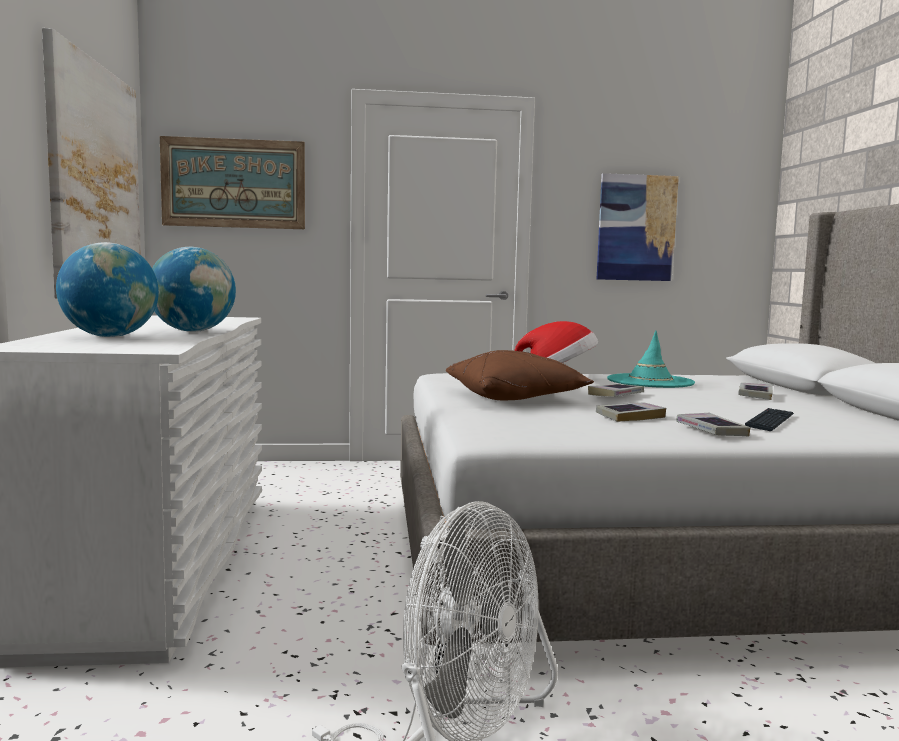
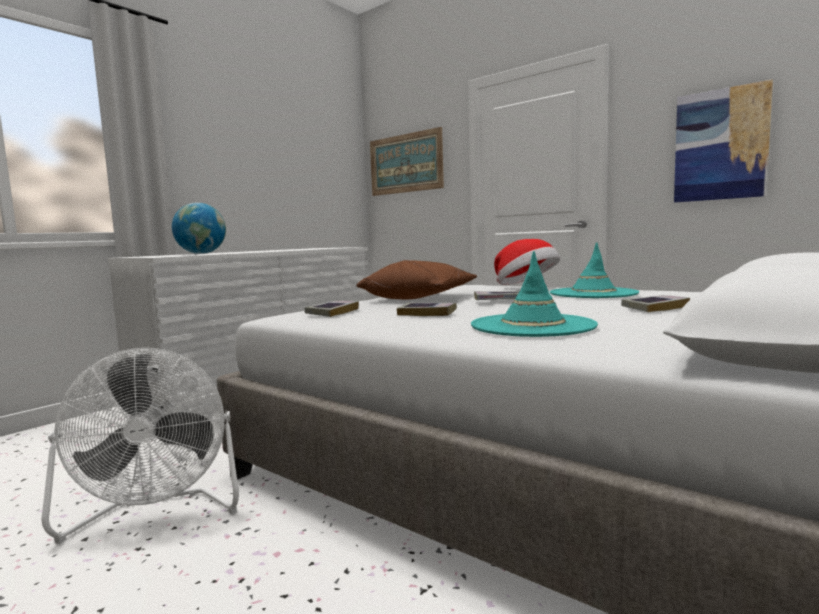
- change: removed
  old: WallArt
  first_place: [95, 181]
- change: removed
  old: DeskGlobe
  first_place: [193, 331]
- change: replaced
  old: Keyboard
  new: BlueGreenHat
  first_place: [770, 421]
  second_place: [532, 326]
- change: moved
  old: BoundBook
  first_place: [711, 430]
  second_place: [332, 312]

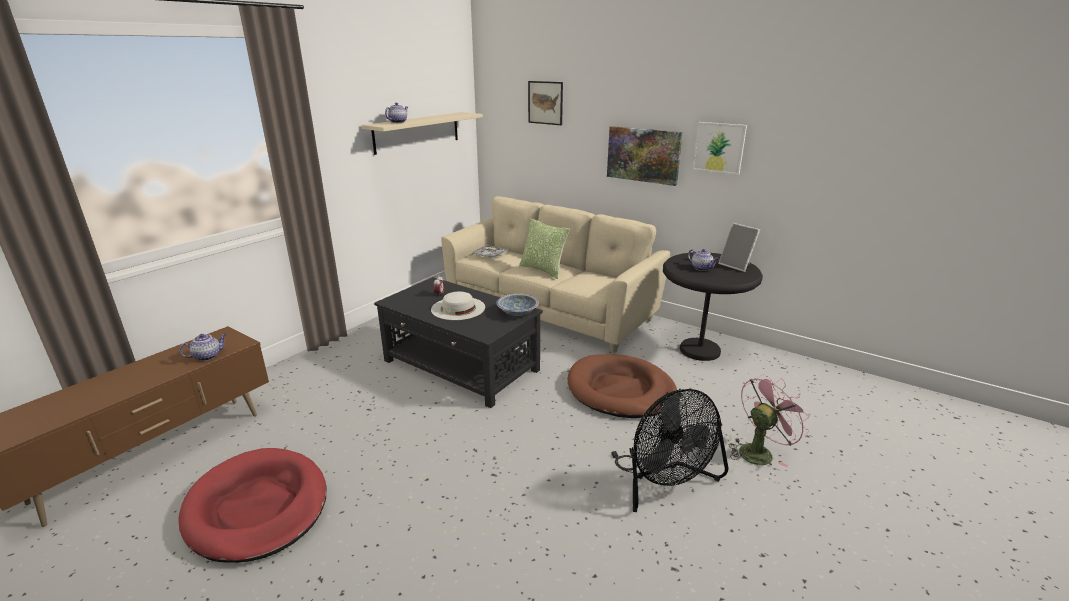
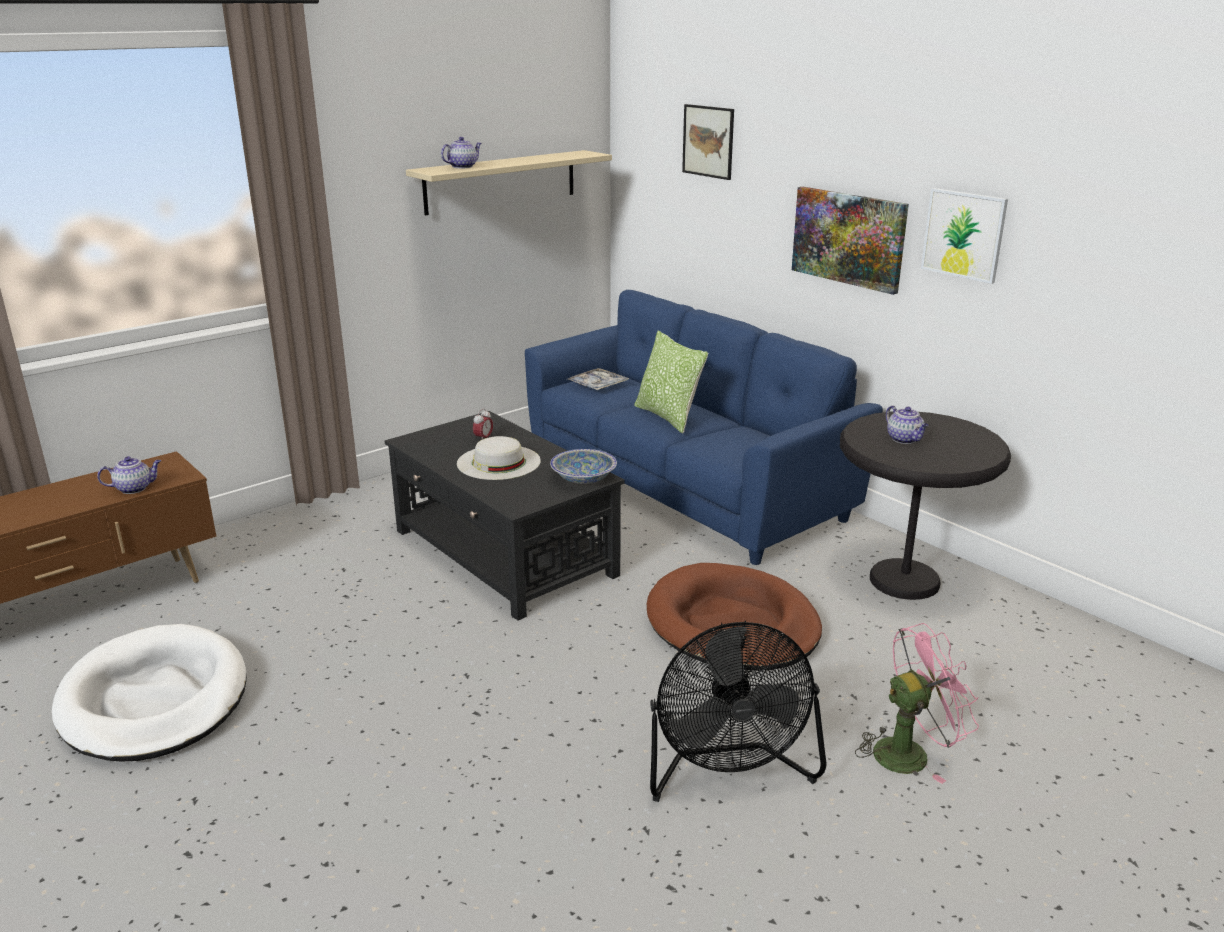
- change: recoloured
  old: BeigeSofa
  new: BluishSofa
  first_place: [550, 310]
  second_place: [685, 485]
- change: removed
  old: PictureFrame
  first_place: [737, 265]
- change: recoloured
  old: RedColouredDogCushion
  new: WhiteDogCushion
  first_place: [257, 507]
  second_place: [154, 700]

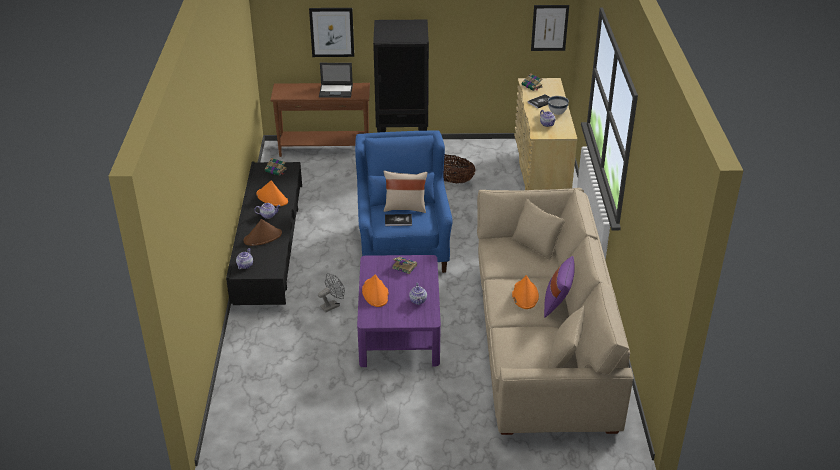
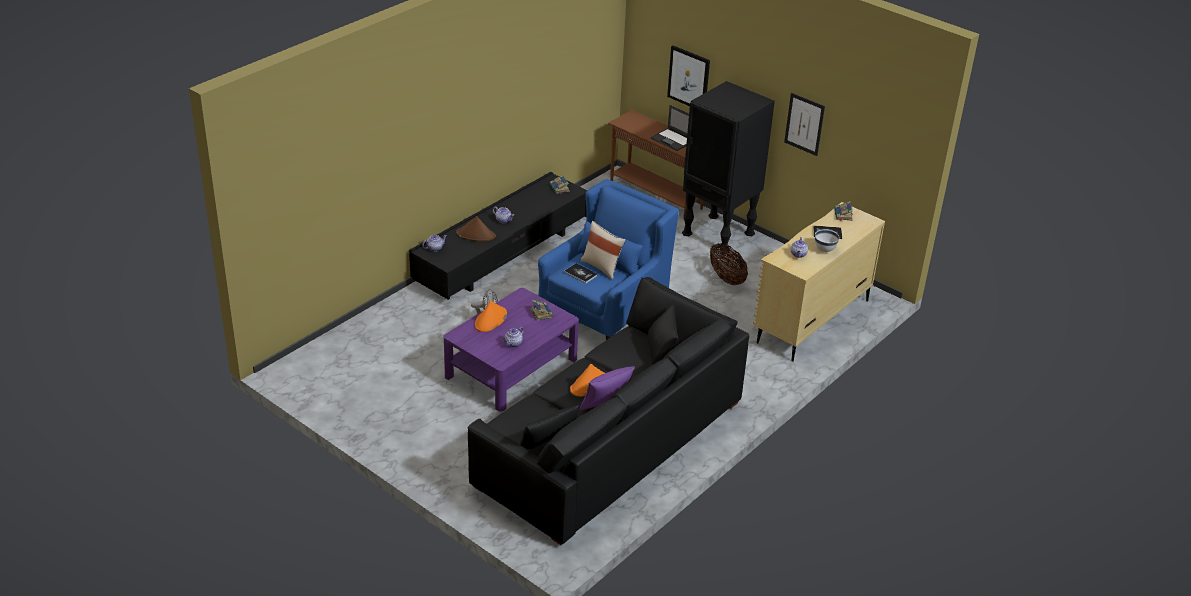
- change: moved
  old: WallArt
  first_place: [549, 27]
  second_place: [804, 124]
- change: removed
  old: OrangeColouredHat
  first_place: [272, 198]
- change: recoloured
  old: BeigeSofa
  new: BlackColouredSofa
  first_place: [541, 339]
  second_place: [609, 443]

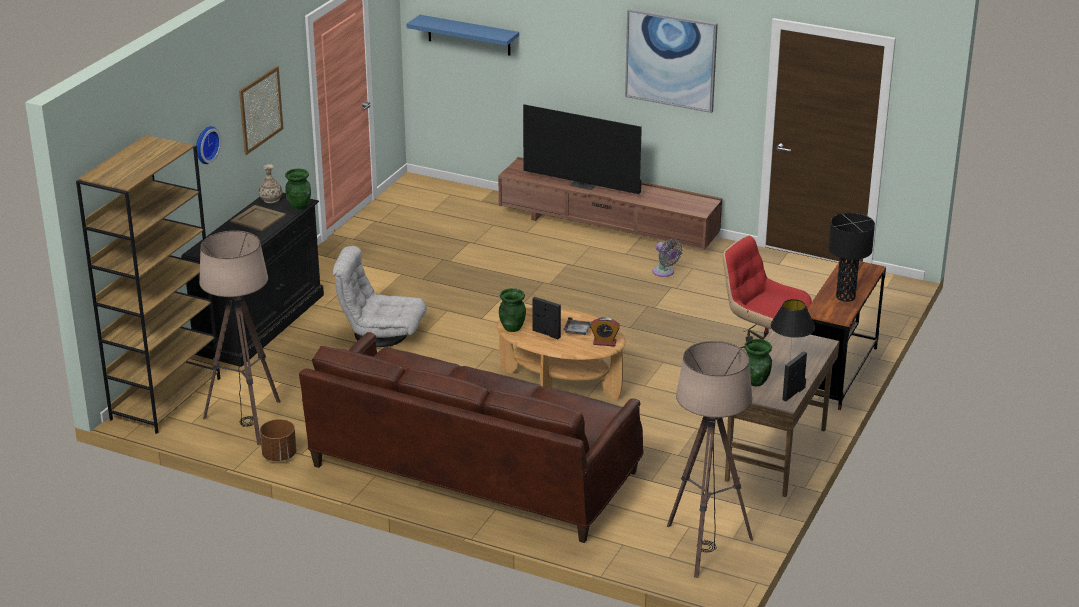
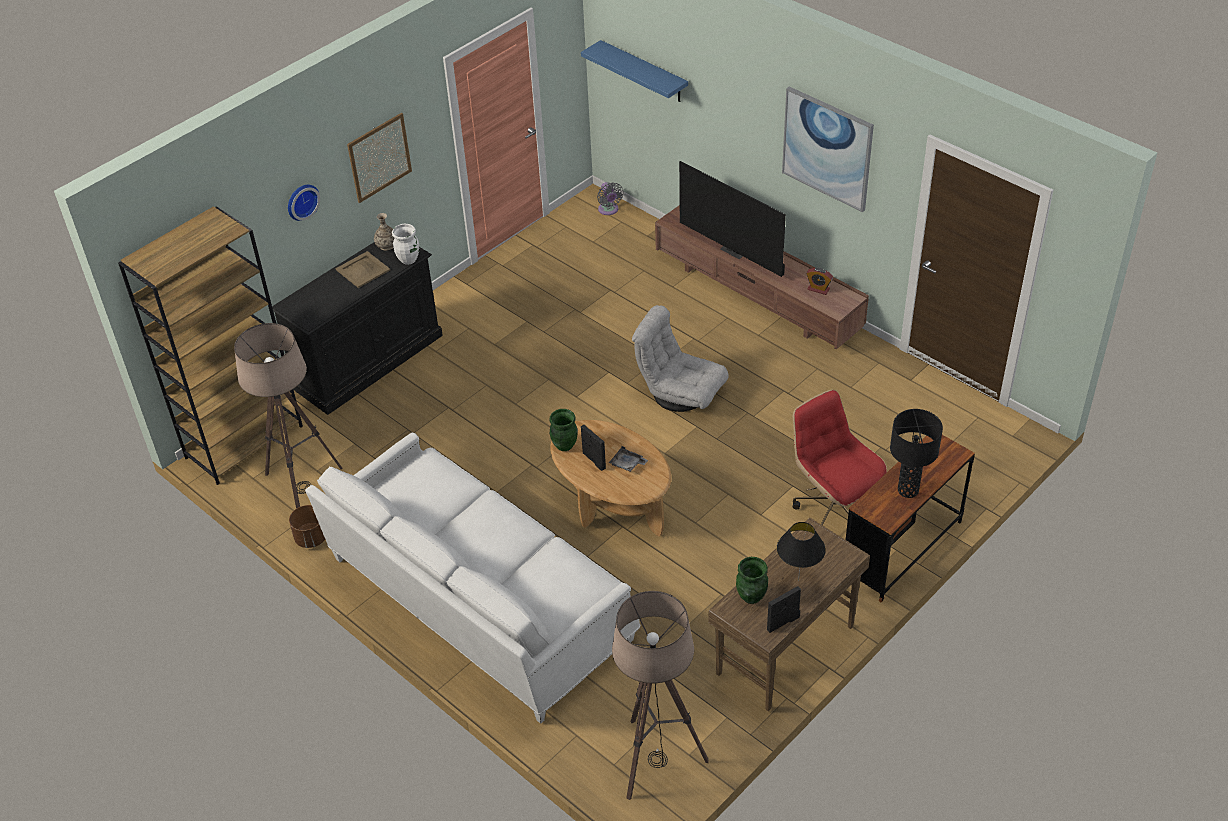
- change: recoloured
  old: GreenColouredFlowerVase
  new: WhiteFlowerVase
  first_place: [299, 206]
  second_place: [408, 259]
- change: moved
  old: GreyElectricFan
  first_place: [664, 272]
  second_place: [609, 210]
- change: moved
  old: GreyEasyChair
  first_place: [382, 334]
  second_place: [681, 393]
- change: moved
  old: BedsideClock
  first_place: [604, 342]
  second_place: [818, 289]
- change: recoloured
  old: BrownColouredSofa
  new: WhiteSofa
  first_place: [472, 471]
  second_place: [477, 601]

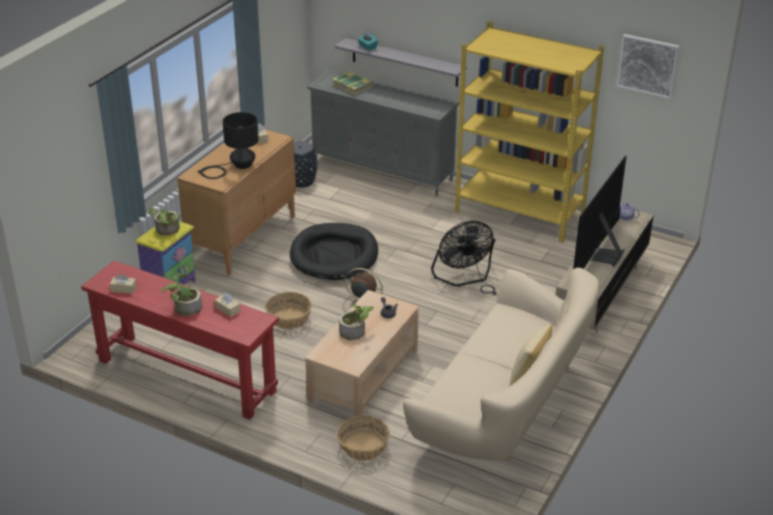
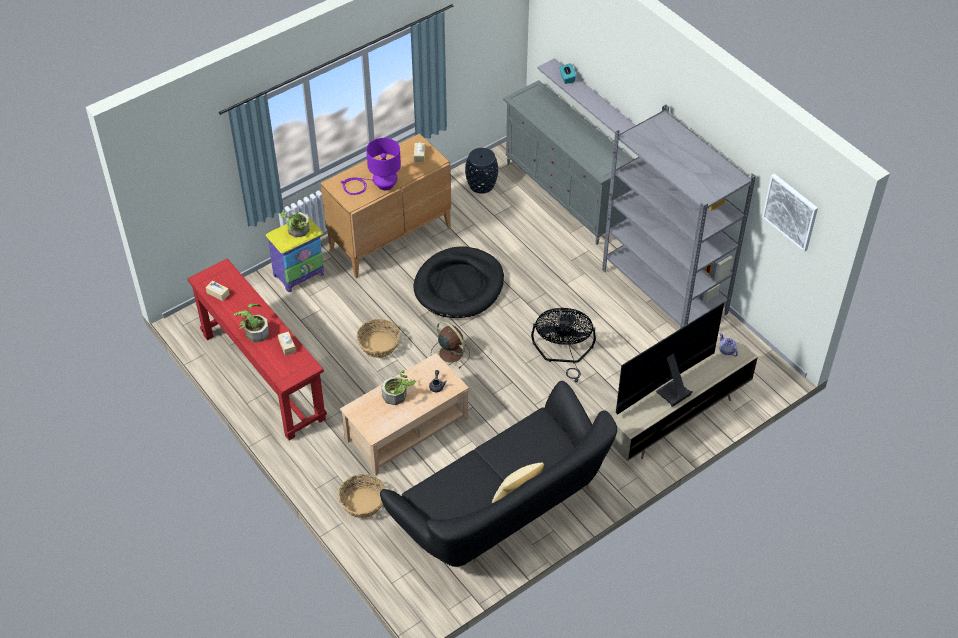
- change: recoloured
  old: YellowishShelvingUnit
  new: GreyShelvingUnit
  first_place: [520, 212]
  second_place: [664, 291]
- change: removed
  old: BoundBook
  first_place: [353, 86]
- change: recoloured
  old: BlackColouredLampForATable
  new: PurplishLampForATable
  first_place: [231, 167]
  second_place: [373, 185]
- change: recoloured
  old: BeigeSofa
  new: BlackColouredSofa
  first_place: [504, 409]
  second_place: [503, 510]

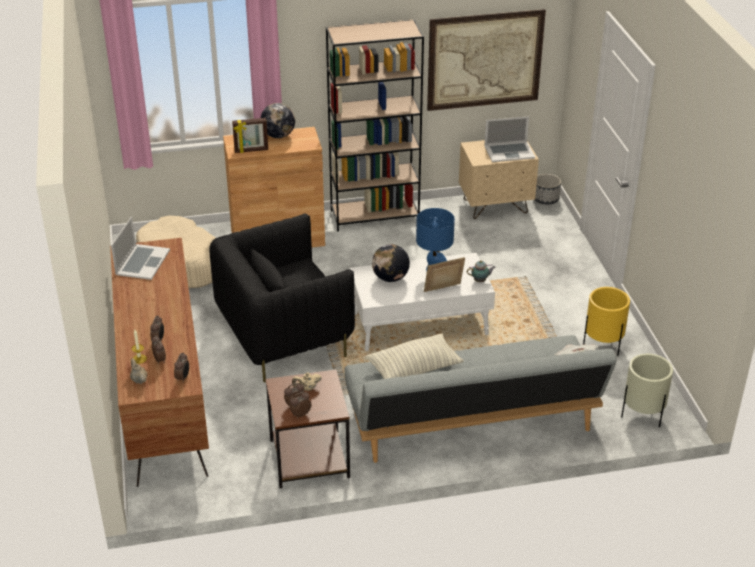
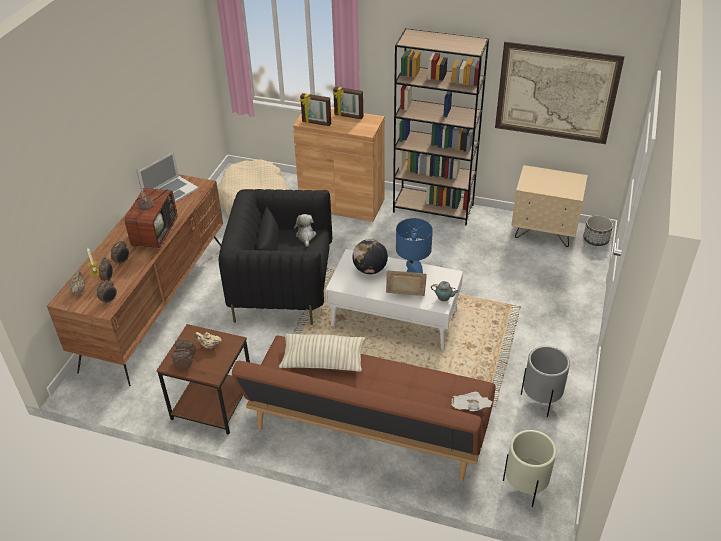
- change: replaced
  old: DeskGlobe
  new: PictureFrame
  first_place: [278, 136]
  second_place: [348, 116]
- change: removed
  old: PortableComputer
  first_place: [509, 152]
- change: recoloured
  old: YellowishPlantPot
  new: GreyPlantPot
  first_place: [603, 345]
  second_place: [541, 400]
- change: recoloured
  old: GreySofa
  new: BrownColouredSofa
  first_place: [473, 420]
  second_place: [368, 425]
- change: added
  new: TvSet
  second_place: [154, 232]
- change: added
  new: SoftToy
  second_place: [306, 236]

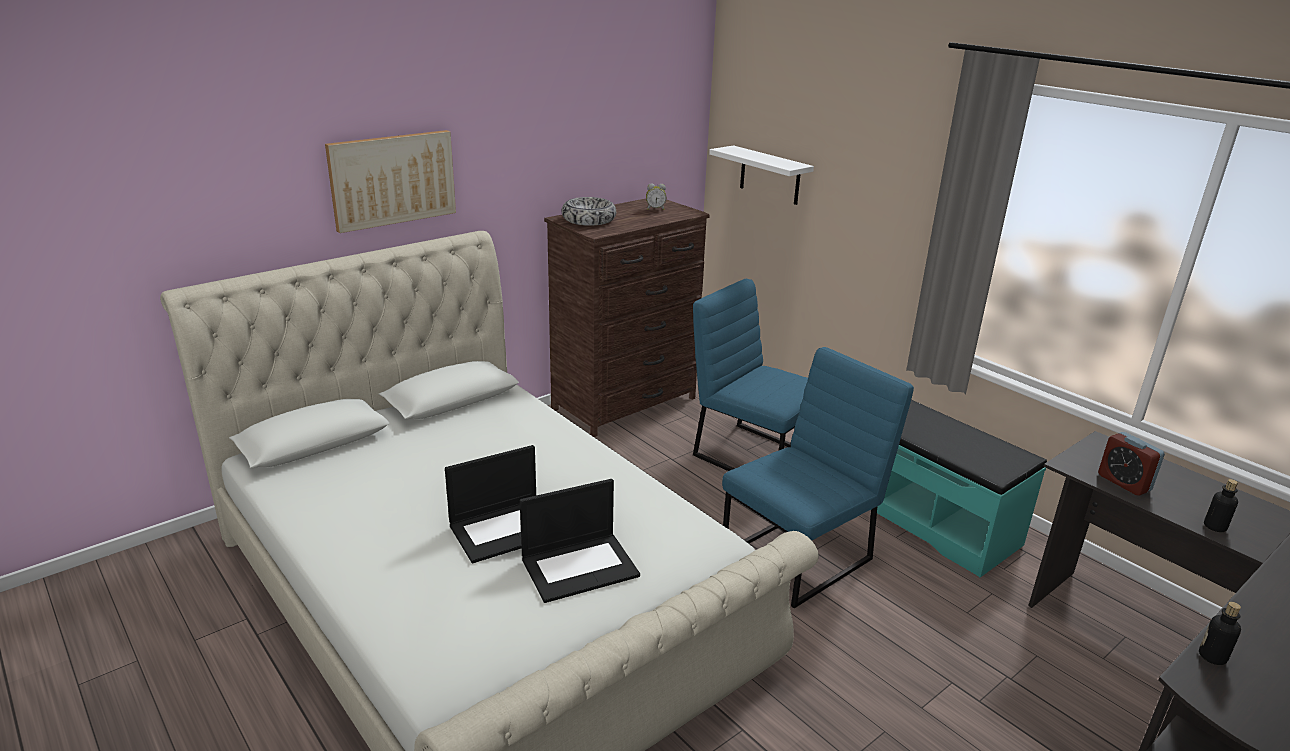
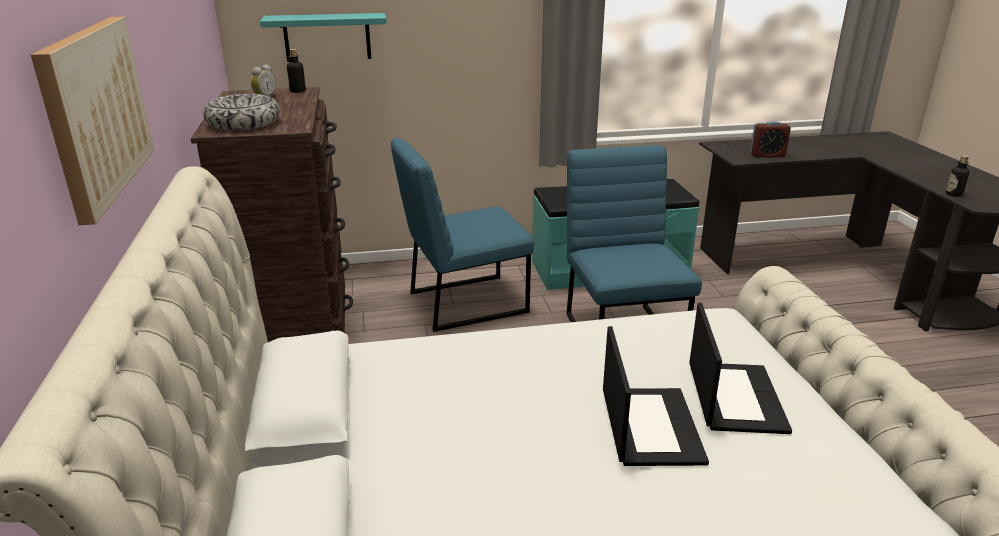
- change: recoloured
  old: WhiteWallShelf
  new: BlueGreenWallShelf
  first_place: [770, 175]
  second_place: [327, 37]
- change: moved
  old: BeverageBottle
  first_place: [1215, 526]
  second_place: [297, 91]

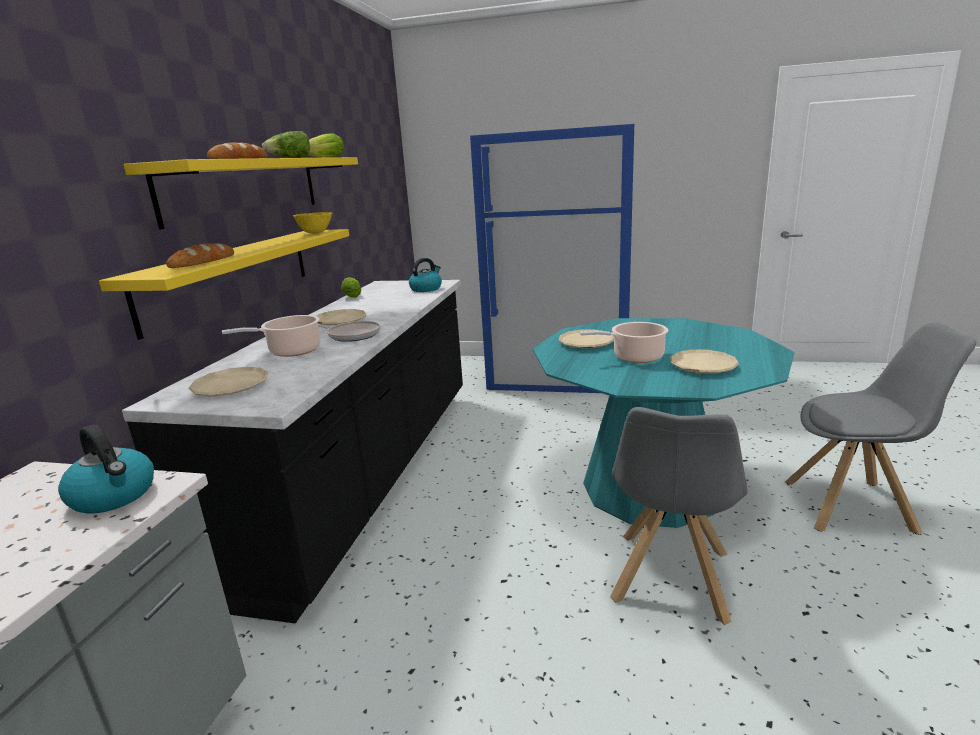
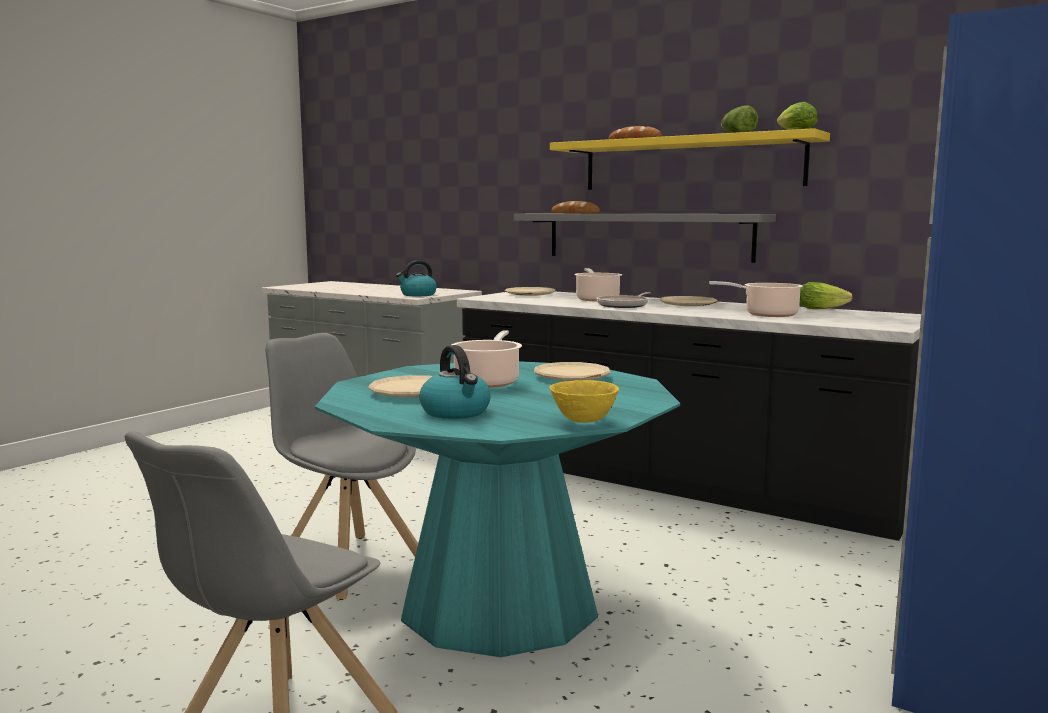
- change: moved
  old: YellowishServingBowl
  first_place: [316, 233]
  second_place: [583, 421]
- change: recoloured
  old: YellowishWallShelf
  new: GreyWallShelf
  first_place: [232, 275]
  second_place: [647, 236]
- change: moved
  old: Kettle
  first_place: [426, 289]
  second_place: [456, 412]
- change: added
  new: CookingPot
  second_place: [767, 314]

